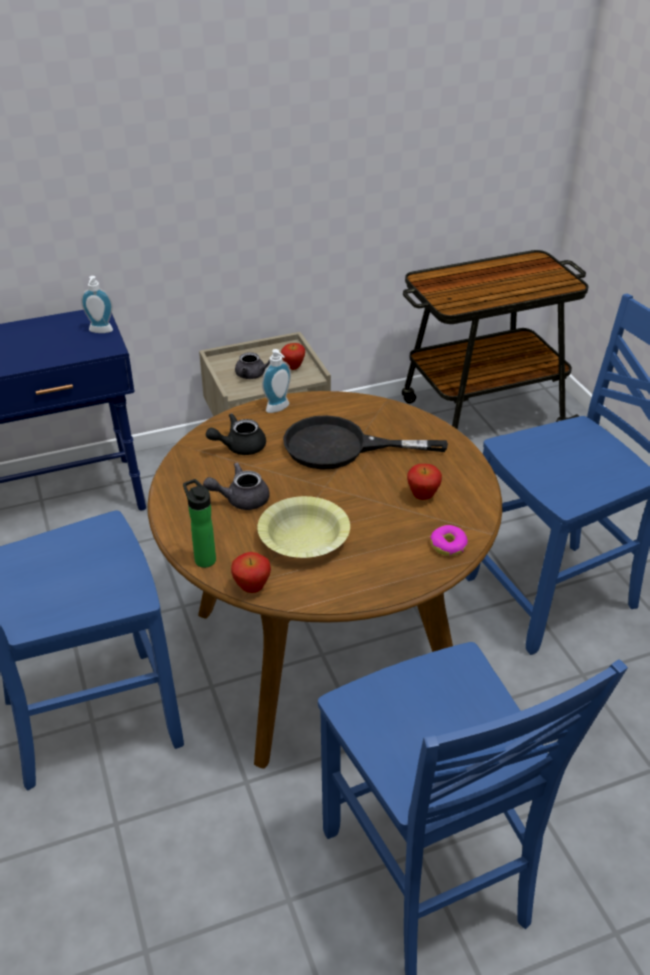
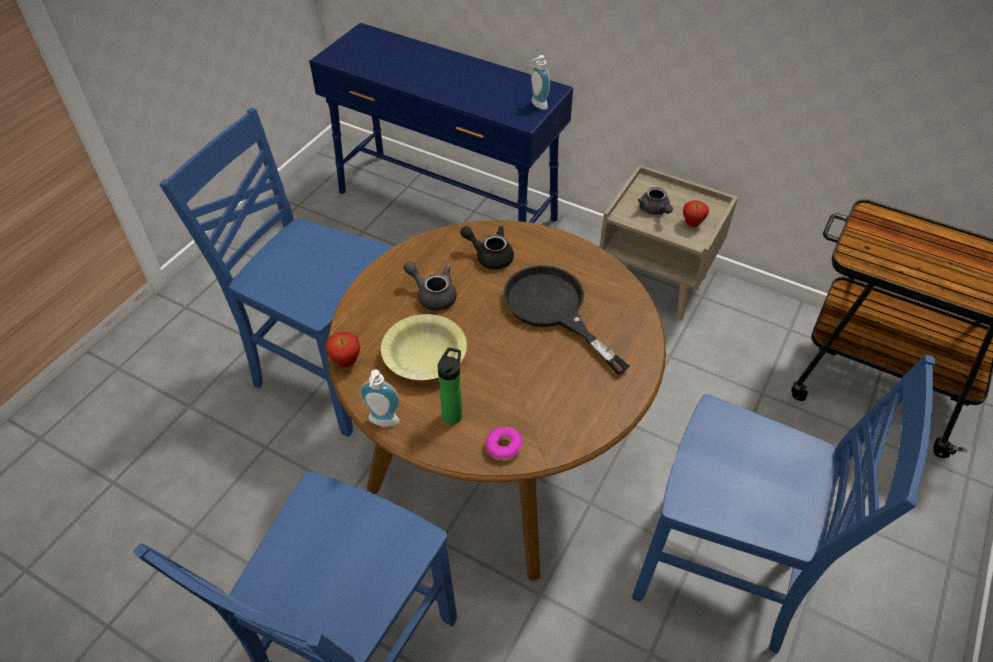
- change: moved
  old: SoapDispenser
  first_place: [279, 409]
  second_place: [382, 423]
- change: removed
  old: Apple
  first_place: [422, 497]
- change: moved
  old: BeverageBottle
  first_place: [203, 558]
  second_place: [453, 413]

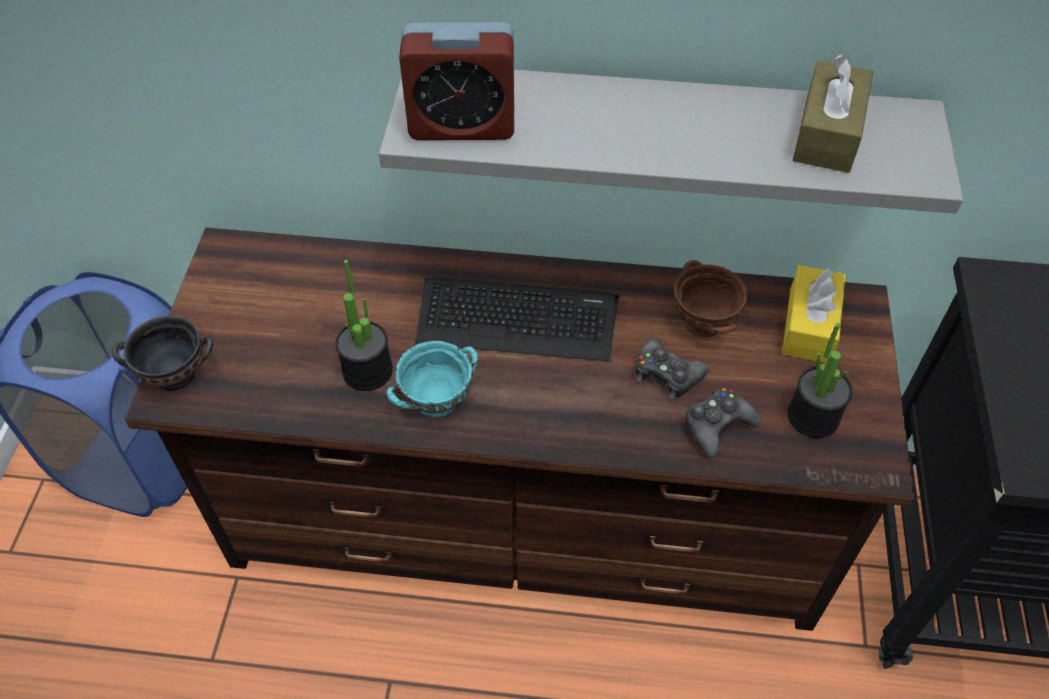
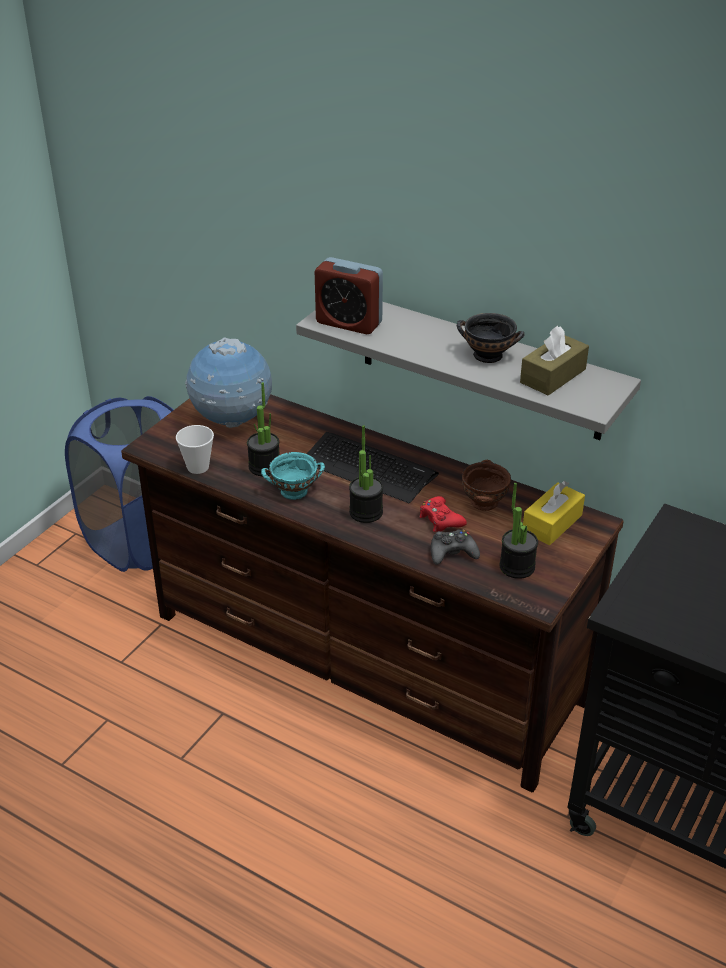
- change: moved
  old: BlackColouredServingBowl
  first_place: [173, 373]
  second_place: [487, 355]
- change: recoloured
  old: BlackColouredJoypad
  new: RedColouredJoypad
  first_place: [667, 374]
  second_place: [440, 520]
- change: added
  new: DeskGlobe
  second_place: [232, 421]
- change: added
  new: DrinkingCup
  second_place: [198, 467]
- change: added
  new: PottedPlant
  second_place: [366, 512]

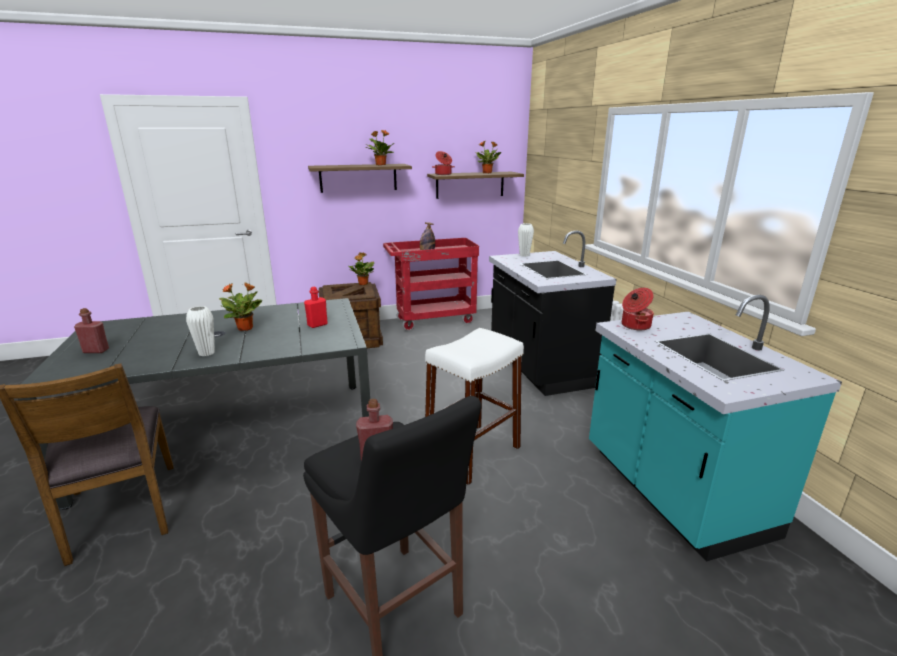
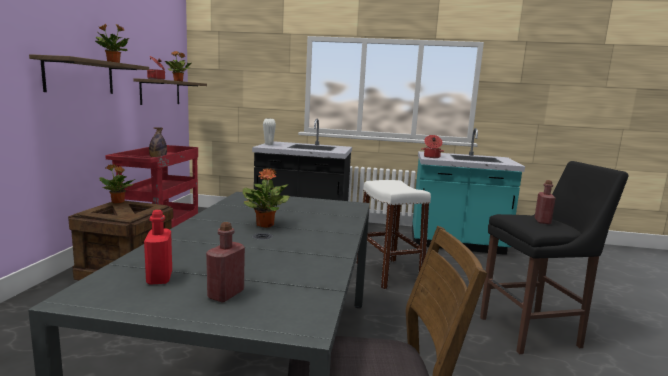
- change: moved
  old: RedColouredBeverageBottle
  first_place: [317, 325]
  second_place: [159, 278]
- change: removed
  old: WhiteFlowerVase
  first_place: [206, 353]

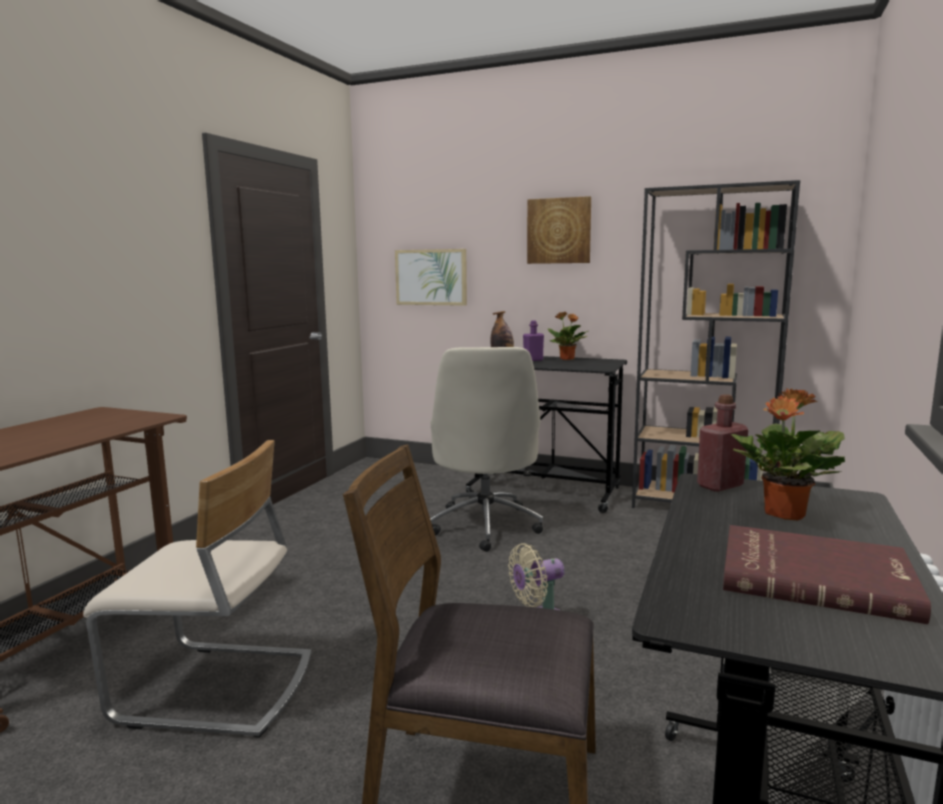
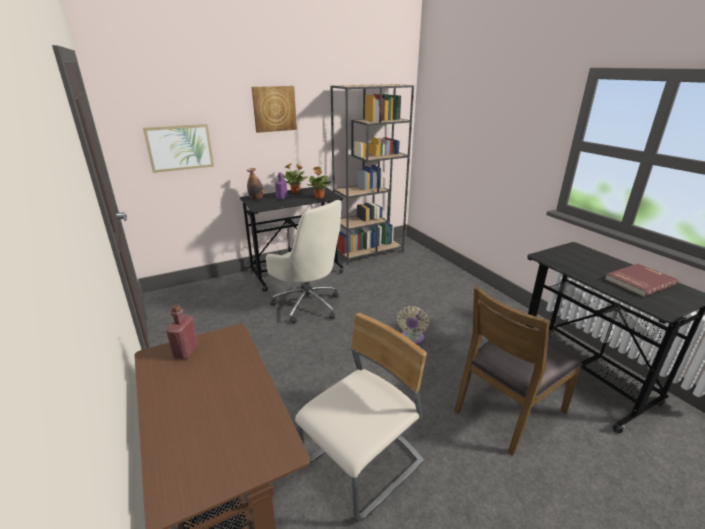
- change: moved
  old: PottedPlant
  first_place: [783, 514]
  second_place: [319, 197]
- change: moved
  old: RedColouredBeverageBottle
  first_place: [720, 485]
  second_place: [186, 352]

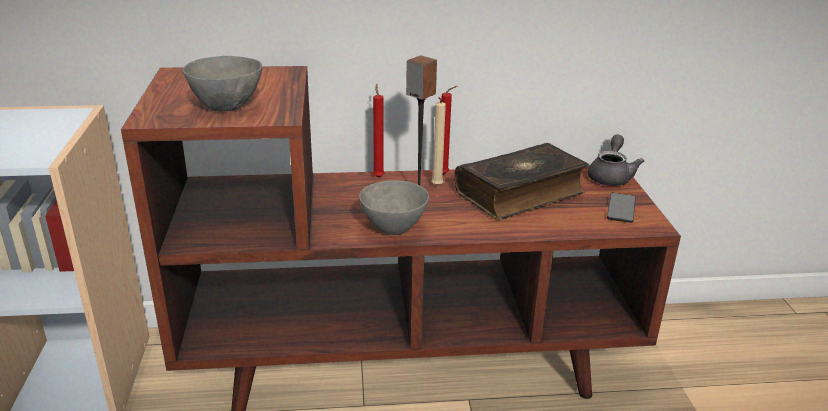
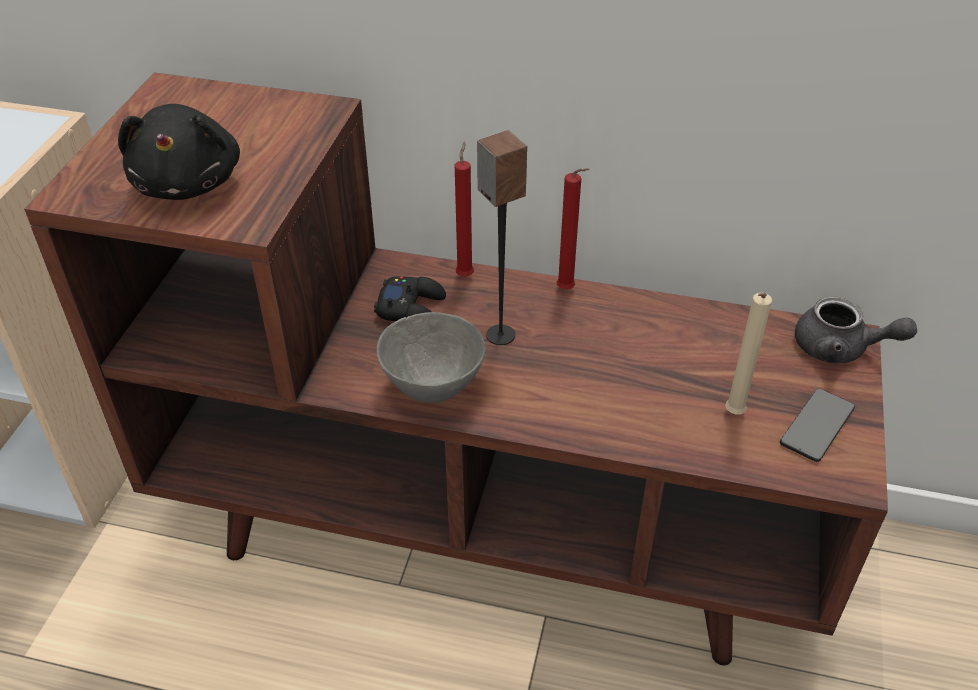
- change: replaced
  old: GreyServingBowl
  new: BlackColouredSoftToy
  first_place: [227, 107]
  second_place: [189, 183]
- change: moved
  old: BeigeWaxCandle
  first_place: [436, 187]
  second_place: [732, 415]
- change: turned
  old: GreyTeaPot
  first_place: [611, 176]
  second_place: [840, 349]
  degrees: 75
- change: removed
  old: BoundBook
  first_place: [521, 193]
- change: added
  new: BlackColouredJoypad
  second_place: [412, 308]

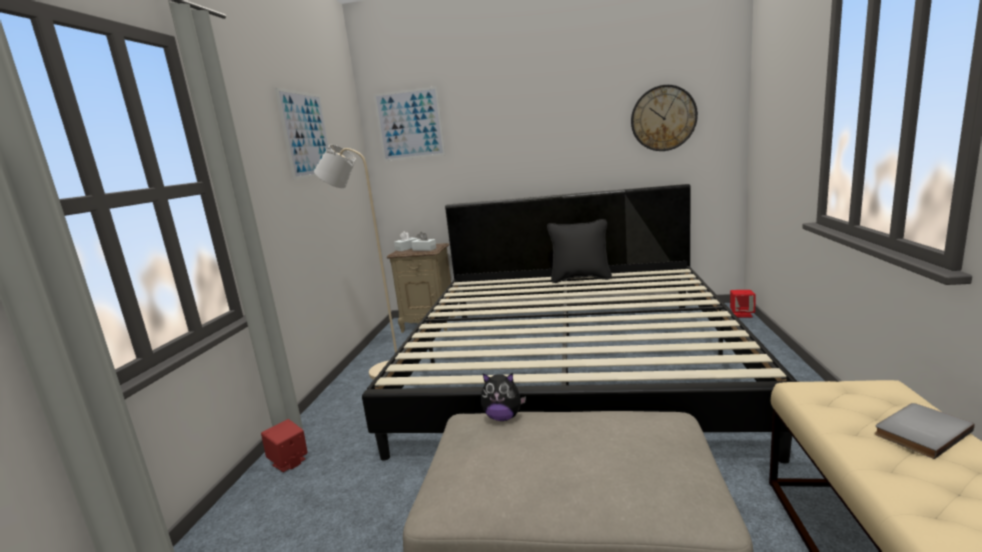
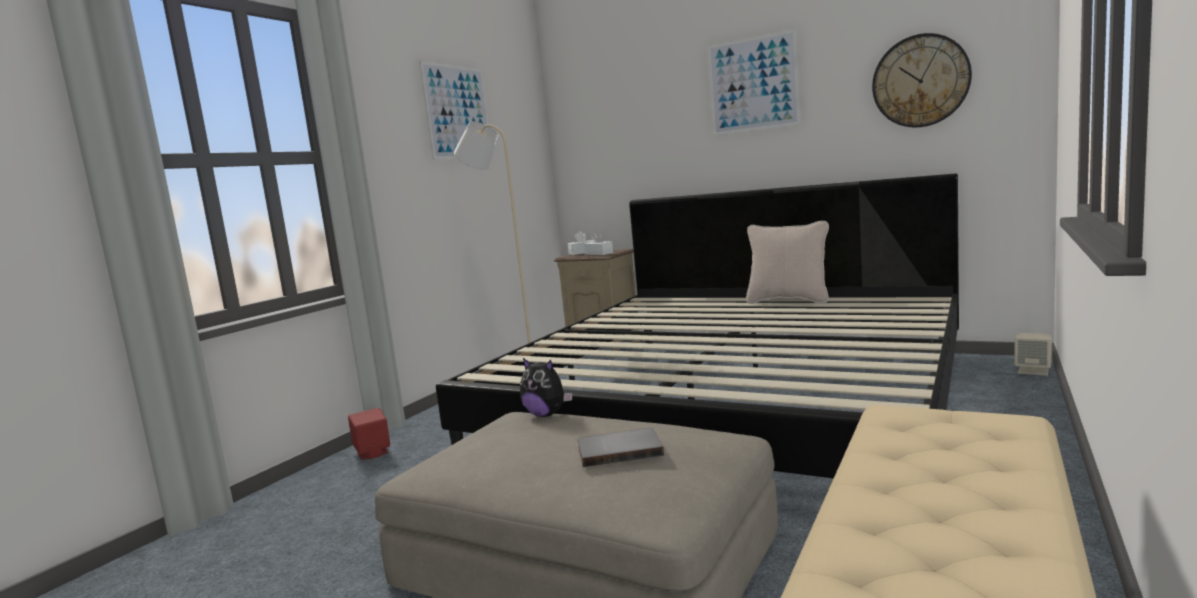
- change: moved
  old: WallArt
  first_place: [410, 124]
  second_place: [753, 84]
- change: recoloured
  old: BlackColouredPillow
  new: BeigePillow
  first_place: [580, 278]
  second_place: [788, 301]
- change: recoloured
  old: RedColouredAudioSpeaker
  new: BeigeAudioSpeaker
  first_place: [741, 314]
  second_place: [1033, 371]
- change: moved
  old: GreyBoundBook
  first_place: [919, 431]
  second_place: [619, 450]

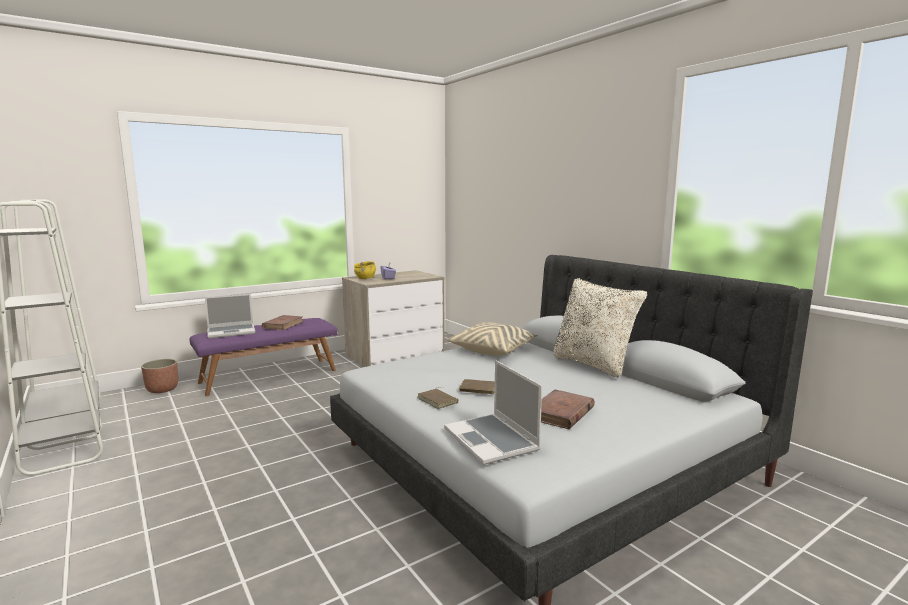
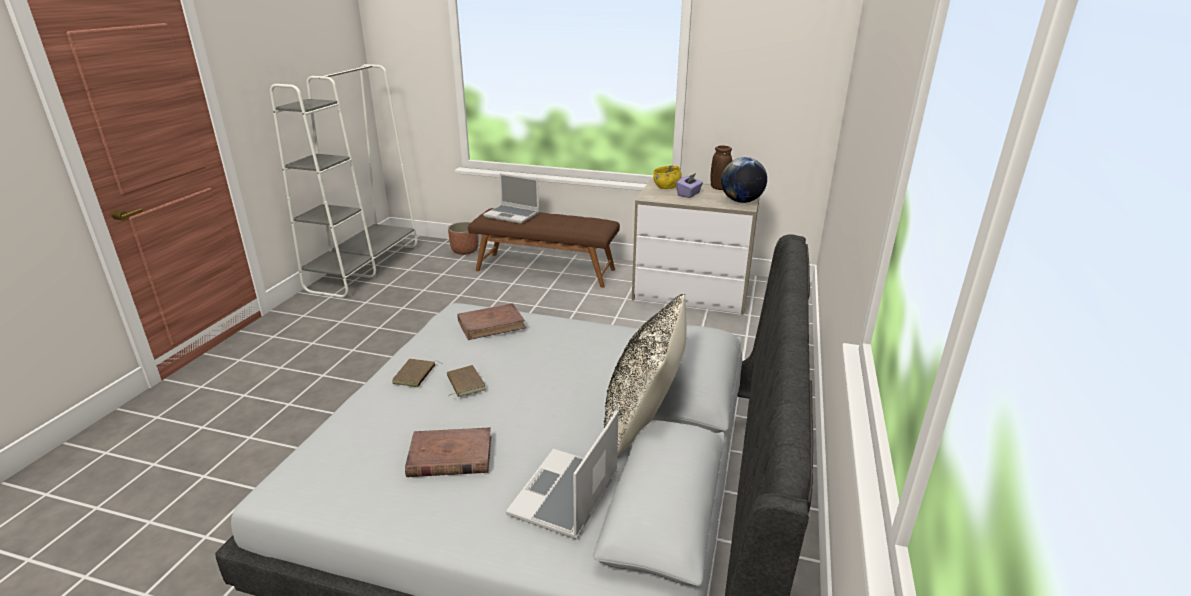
- change: moved
  old: BrownColouredBoundBook
  first_place: [283, 325]
  second_place: [491, 324]
- change: recoloured
  old: PurplishLongSeat
  new: BrownColouredLongSeat
  first_place: [269, 376]
  second_place: [546, 269]
- change: removed
  old: BeigePillow
  first_place: [493, 350]
- change: moved
  old: PortableComputer
  first_place: [492, 440]
  second_place: [565, 496]
- change: added
  new: BrownColouredFlowerVase
  second_place: [719, 188]
- change: added
  new: DeskGlobe
  second_place: [741, 201]

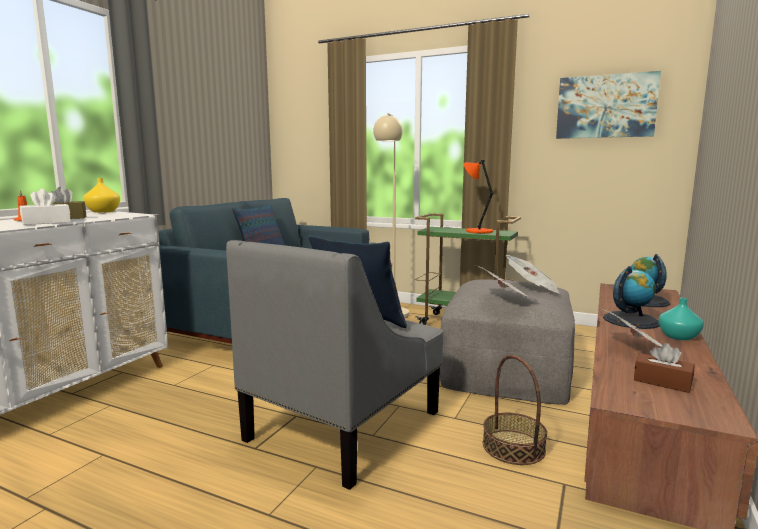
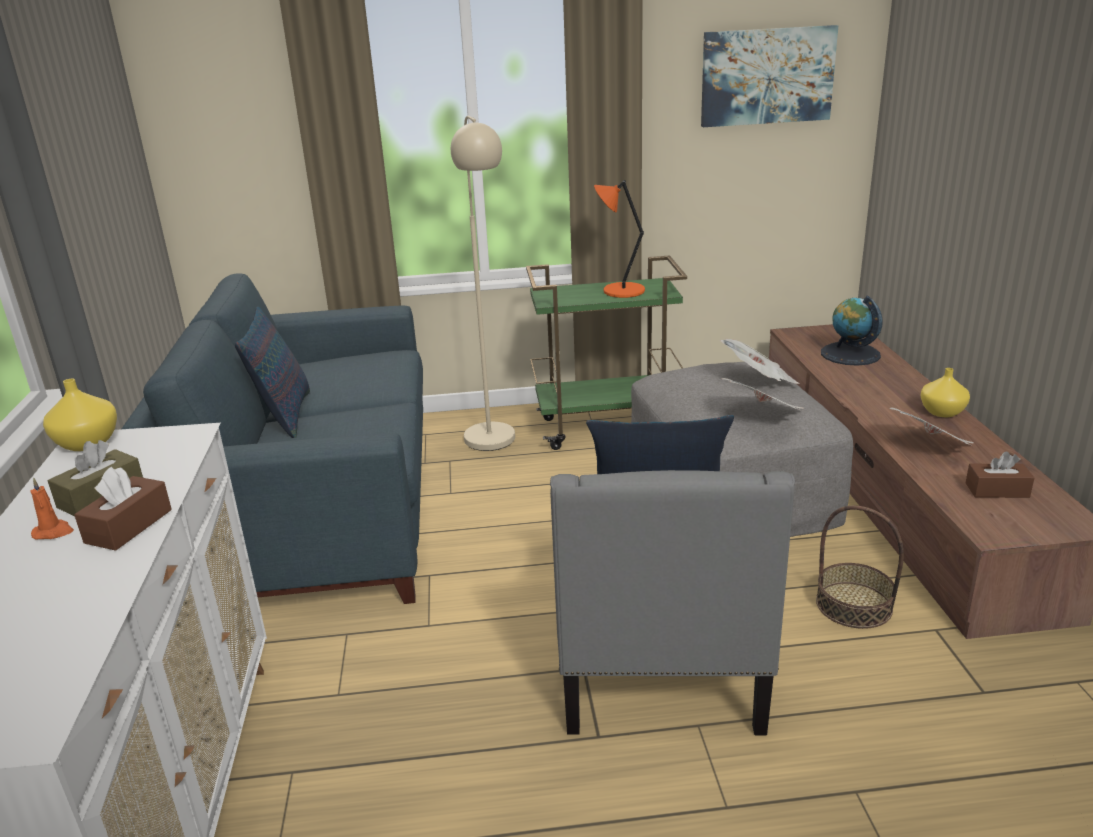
- change: recoloured
  old: WhiteTissueHolder
  new: BrownColouredTissueHolder
  first_place: [46, 222]
  second_place: [129, 526]
- change: removed
  old: DeskGlobe
  first_place: [630, 320]
- change: recoloured
  old: BlueGreenFlowerVase
  new: YellowishFlowerVase
  first_place: [678, 336]
  second_place: [941, 411]

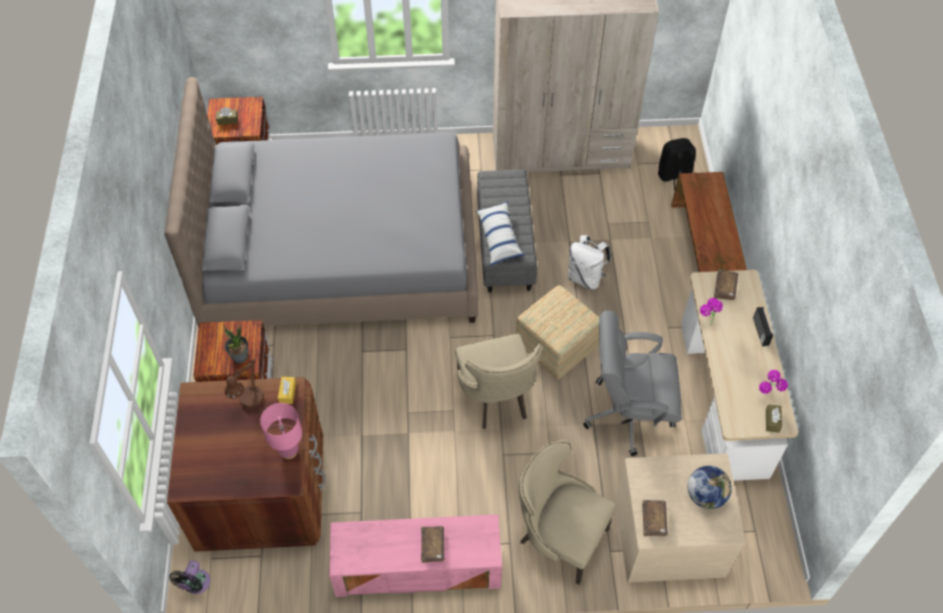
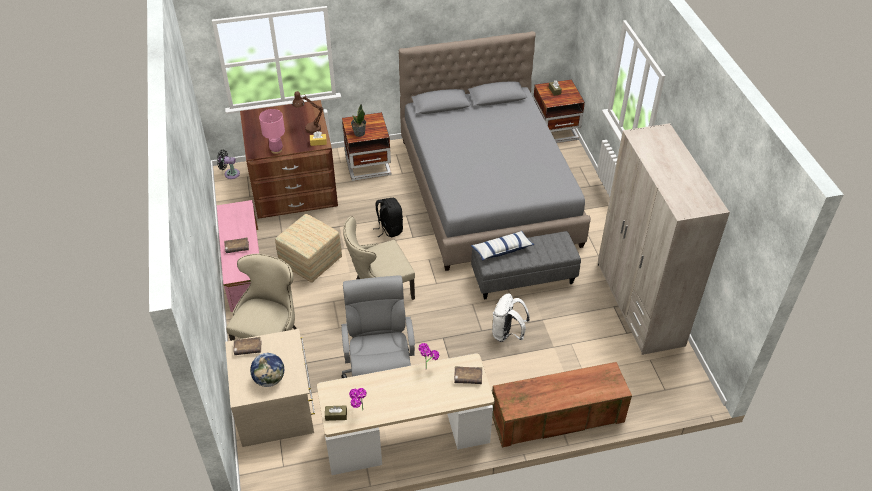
- change: moved
  old: BlackColouredKnapsack
  first_place: [674, 176]
  second_place: [389, 229]
- change: moved
  old: Ottoman
  first_place: [555, 346]
  second_place: [311, 261]
- change: removed
  old: Radio
  first_place: [760, 331]

